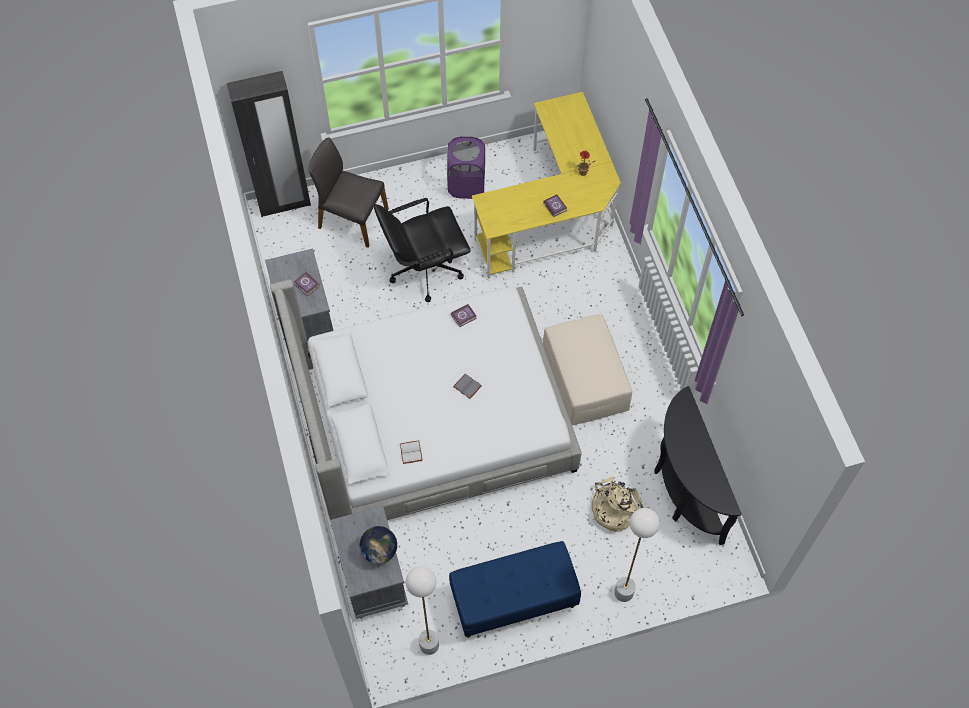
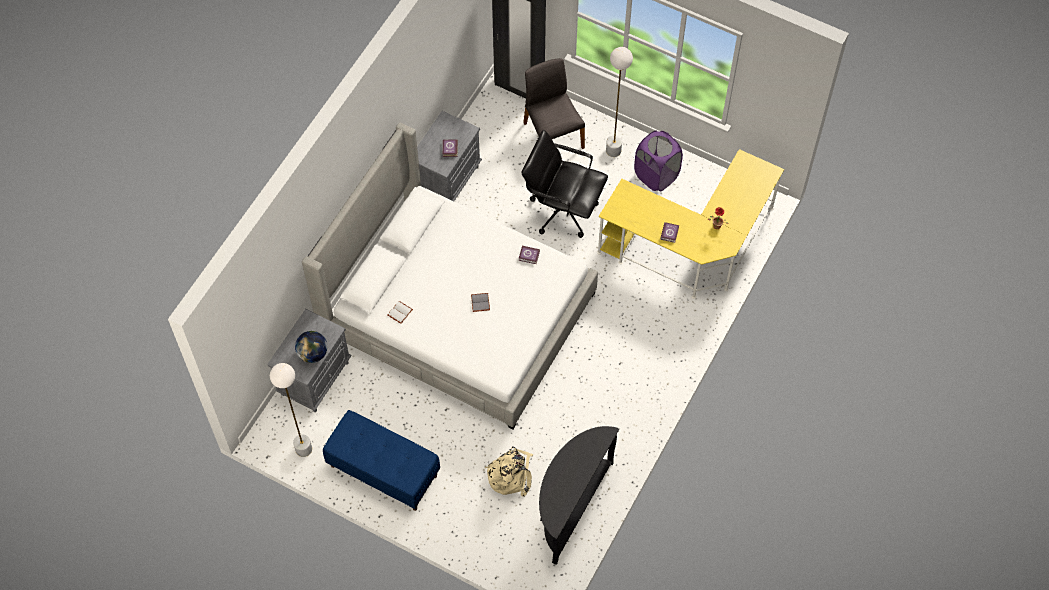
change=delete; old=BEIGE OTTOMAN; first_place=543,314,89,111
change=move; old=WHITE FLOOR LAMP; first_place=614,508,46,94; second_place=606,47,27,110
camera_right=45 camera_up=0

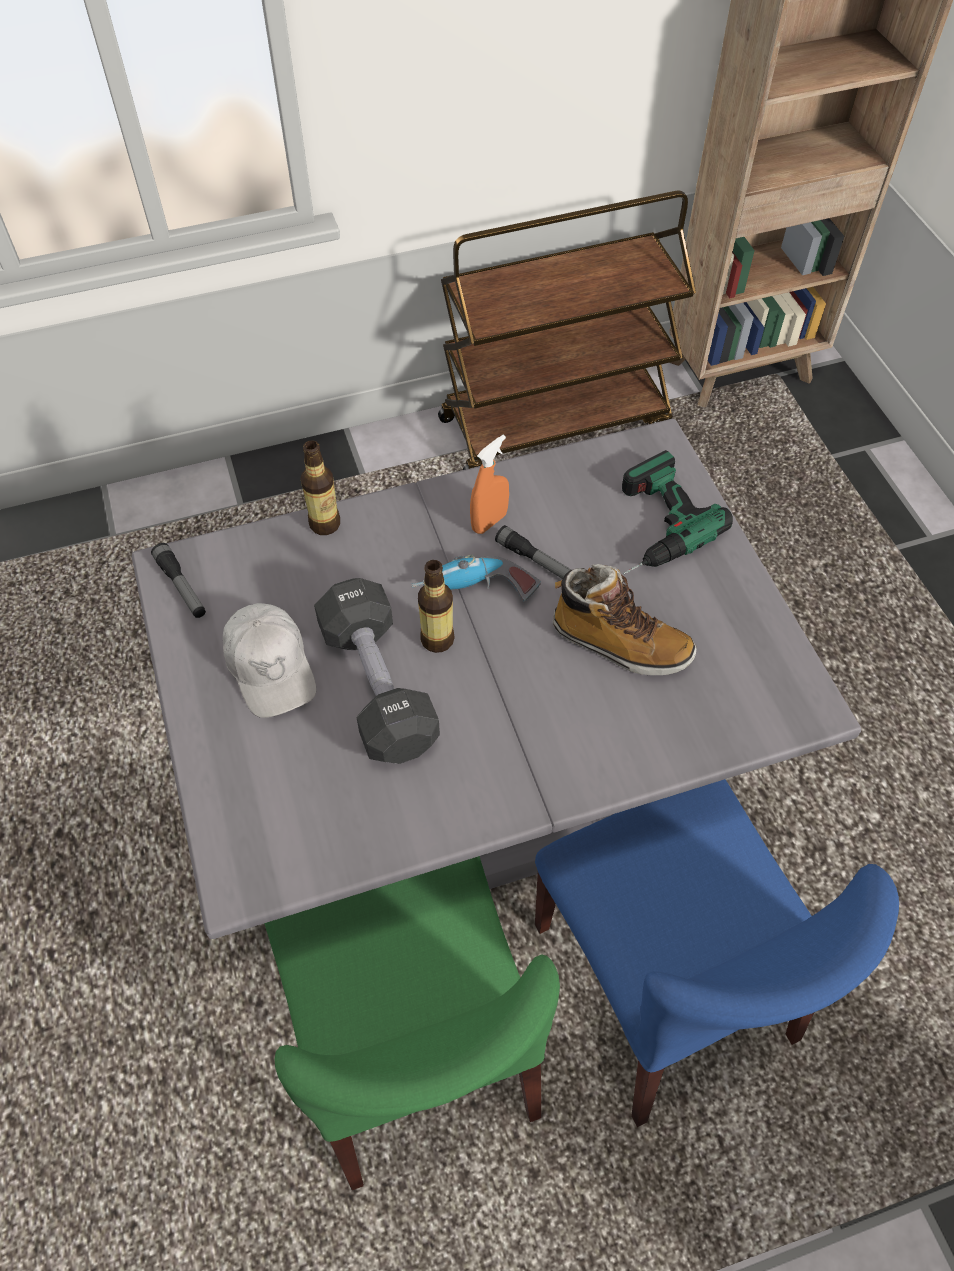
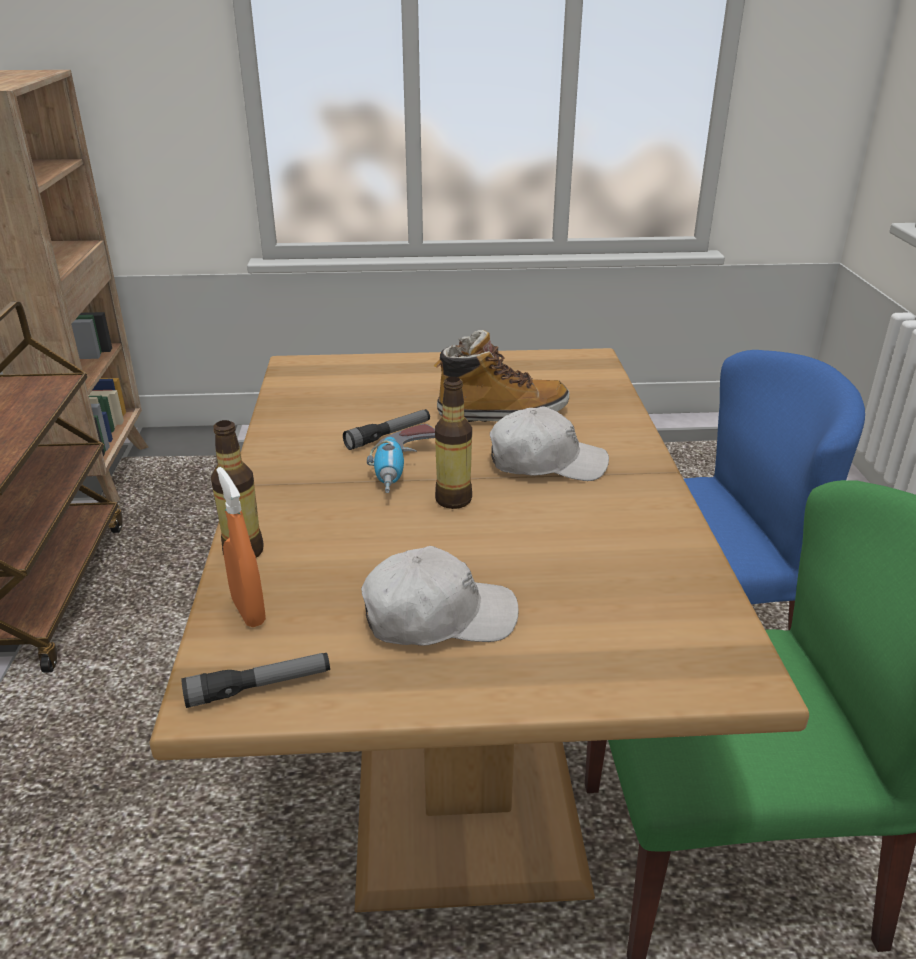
change=delete; old=BLACK DUMBBELL; first_place=314,578,126,186
change=delete; old=POWER DRILL; first_place=622,450,111,124
change=insert; new=WHITE CAP; second_place=490,407,119,74
change=move; old=ORANGE SPRAY BOTTLE; first_place=470,435,39,99; second_place=216,467,50,160
change=recolor; old=GREY DINING TABLE; new=BROWN DINING TABLE; first_place=132,419,729,520; second_place=149,348,660,564
change=rotate; old=BOOT; first_place=553,564,143,111; second_place=434,330,135,92; degrees=45
camera_right=-75 camera_up=-25

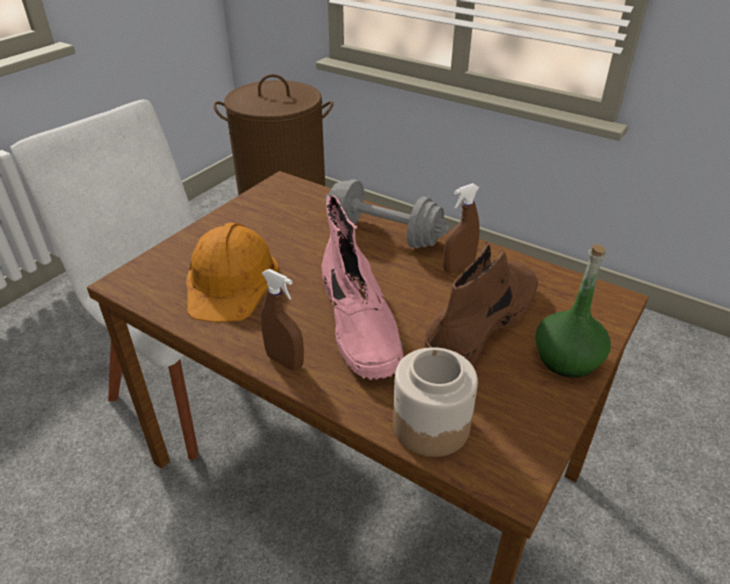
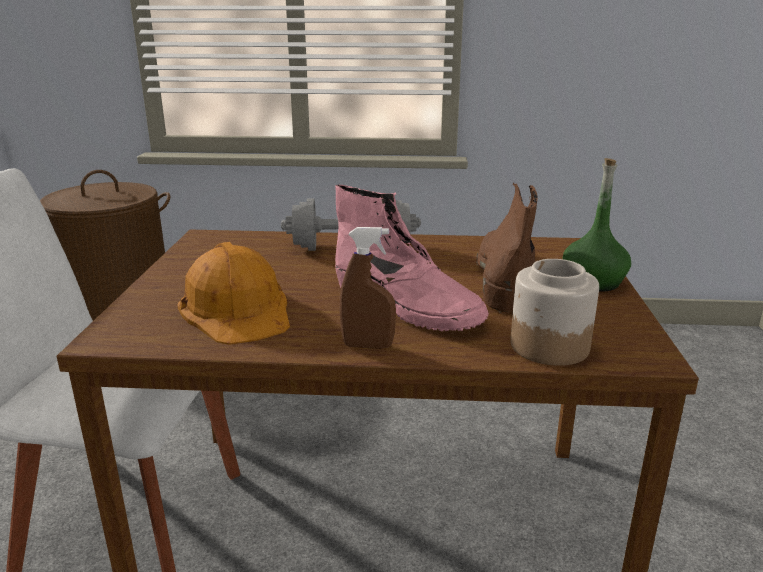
change=delete; old=BROWN SPRAY BOTTLE; first_place=443,183,37,90
camera_right=-30 camera_up=-15

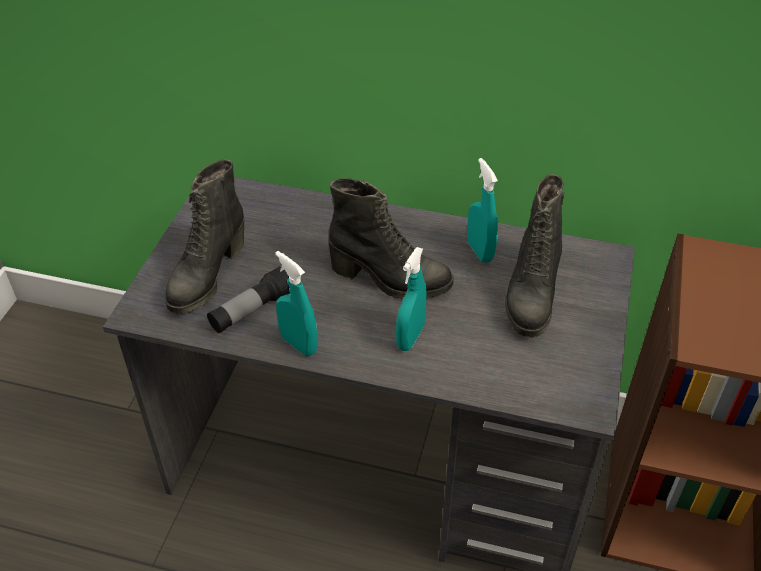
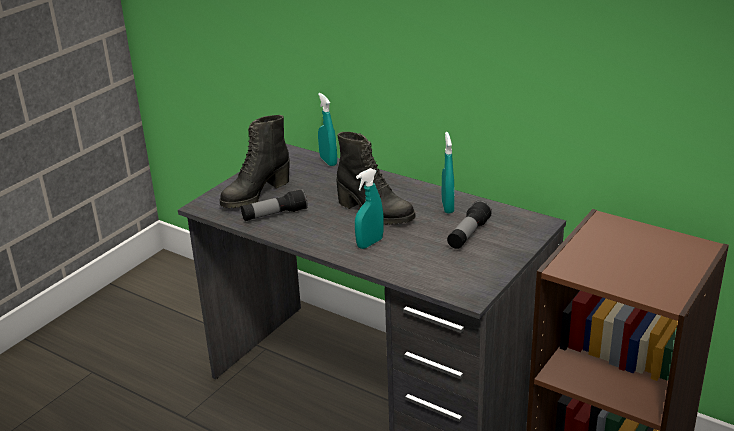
change=move; old=TURQUOISE SPRAY BOTTLE; first_place=275,251,42,105; second_place=318,93,19,73
change=replace; old=BLACK BOOT; new=FLASHLIGHT; first_place=505,174,59,163; second_place=447,200,45,49
camera_right=20 camera_up=-15

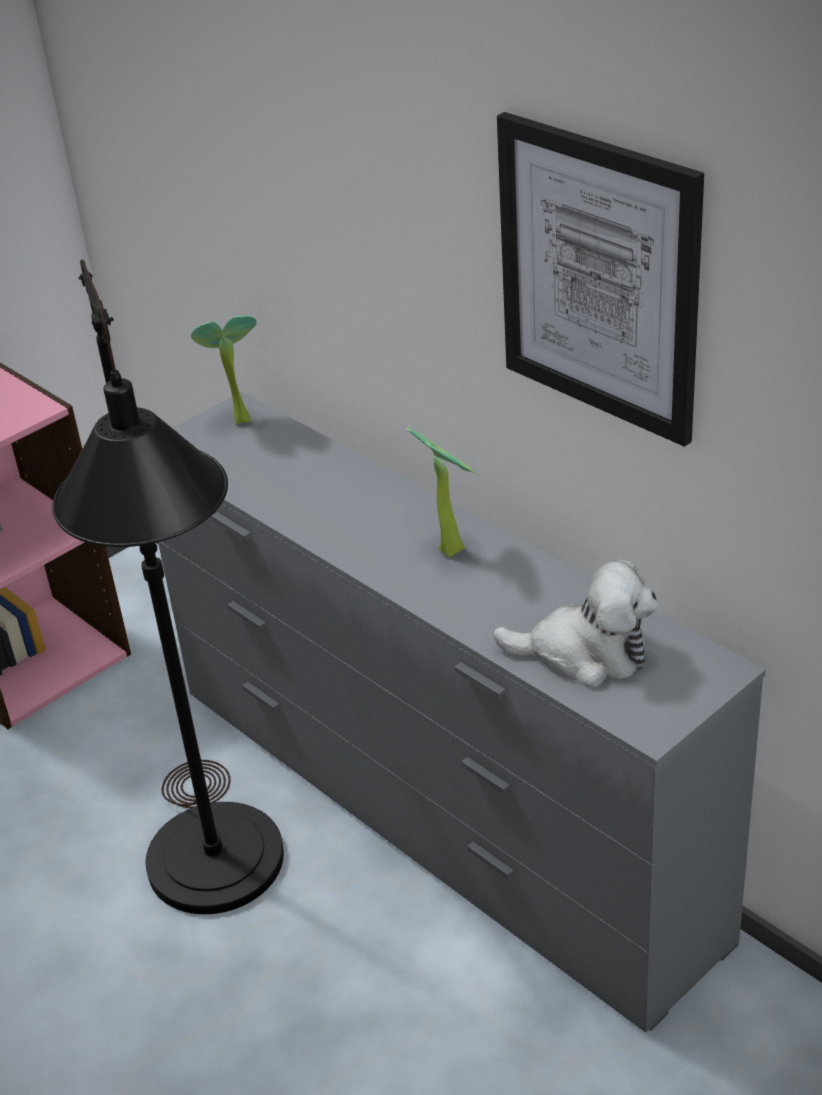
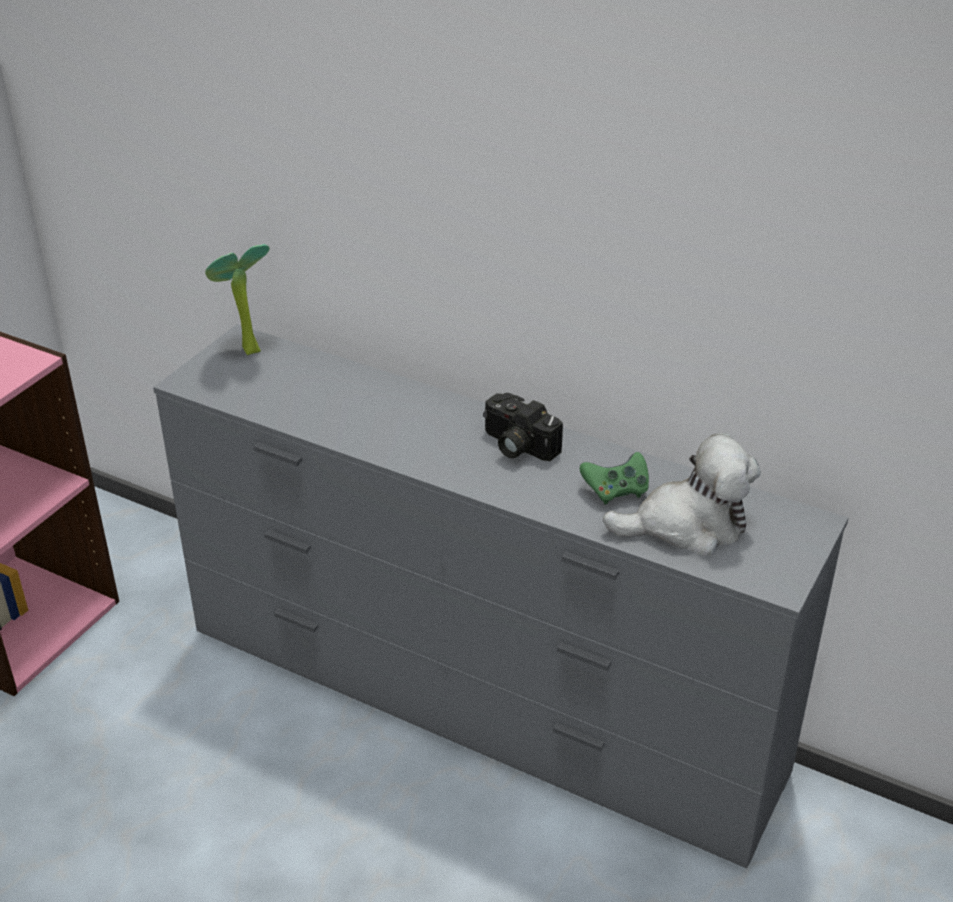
change=delete; old=BLACK FLOOR LAMP; first_place=52,259,232,655
change=delete; old=PICTURE; first_place=497,112,207,335
change=insert; new=GREEN GAME CONTROLLER; second_place=580,452,69,52
change=replace; old=POTTED PLANT; new=PHOTO CAMERA; first_place=407,427,72,130; second_place=483,393,80,68
camera_right=-20 camera_up=0

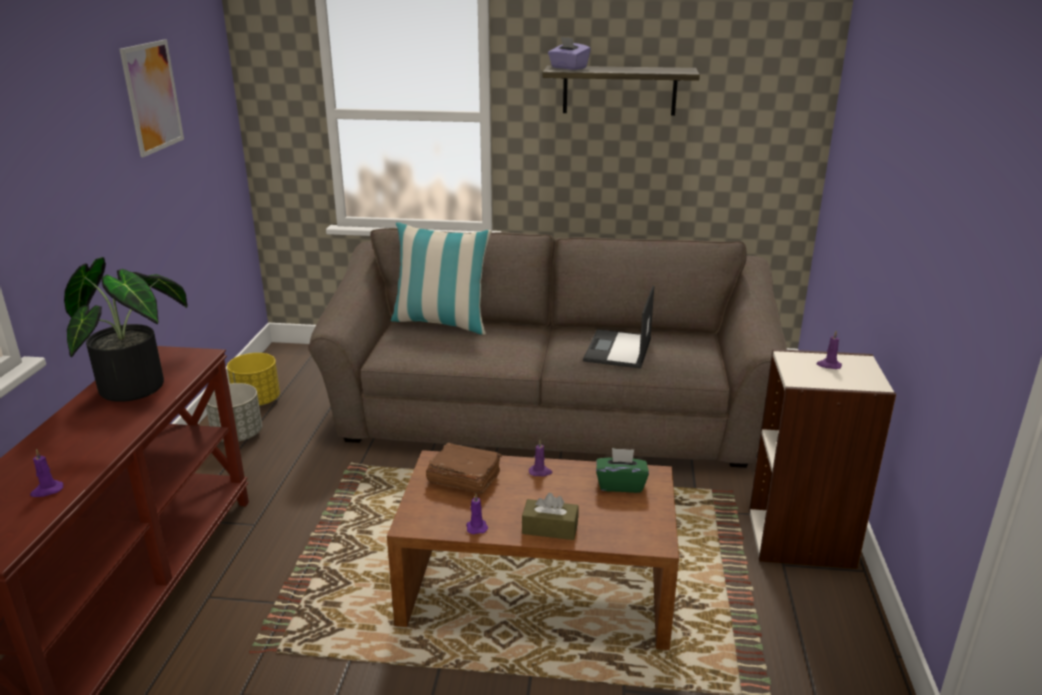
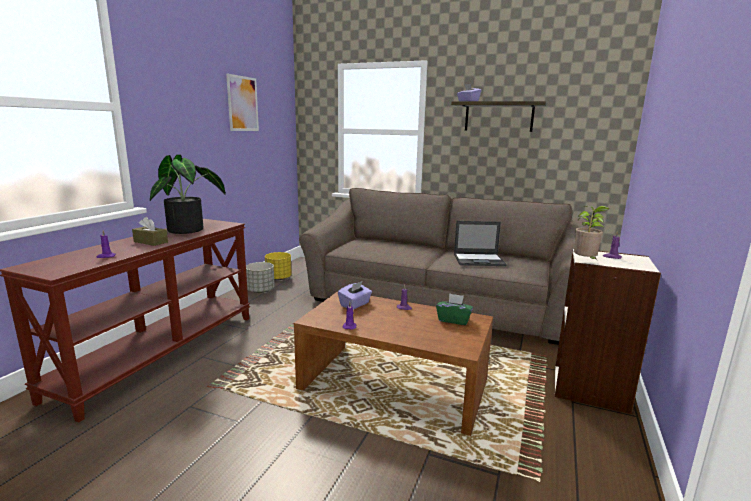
change=delete; old=PILLOW; first_place=391,222,101,113
change=insert; new=POTTED PLANT; second_place=574,206,35,54
change=move; old=BROWN TISSUE BOX; first_place=522,493,57,47; second_place=132,217,36,29
change=replace; old=BROWN BOOK; new=PURPLE TISSUE BOX; first_place=426,443,76,51; second_place=338,281,34,28
change=rotate; old=LAPTOP; first_place=583,285,71,84; second_place=454,221,53,45; degrees=-120
camera_right=15 camera_up=-10

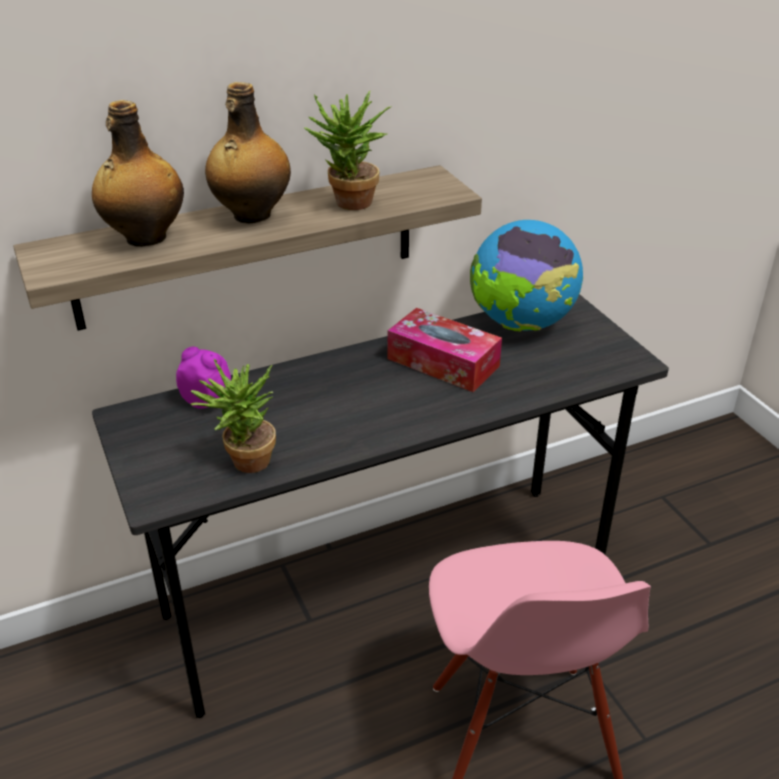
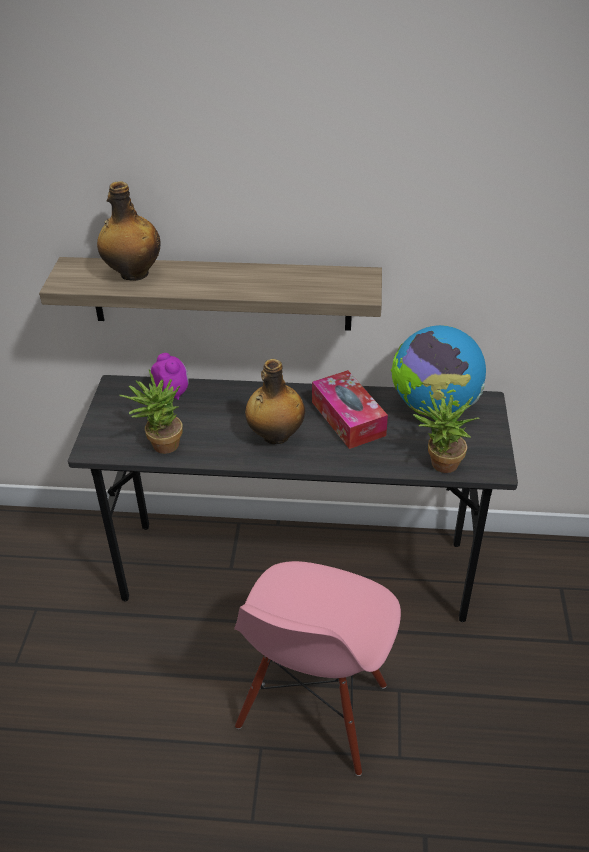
change=move; old=BOTTLE; first_place=205,82,86,141; second_place=245,359,60,85
change=move; old=POTTED PLANT; first_place=304,91,87,119; second_place=413,391,67,82
camera_right=30 camera_up=5

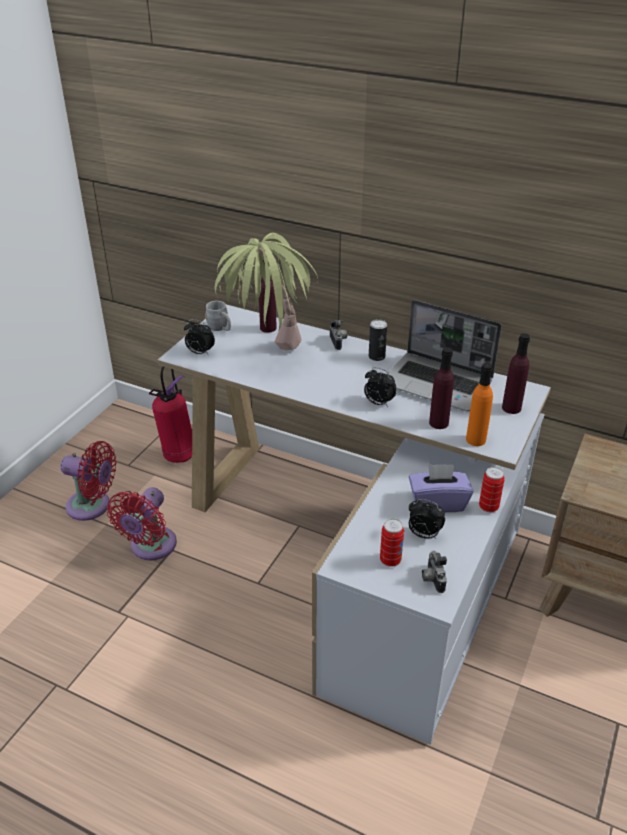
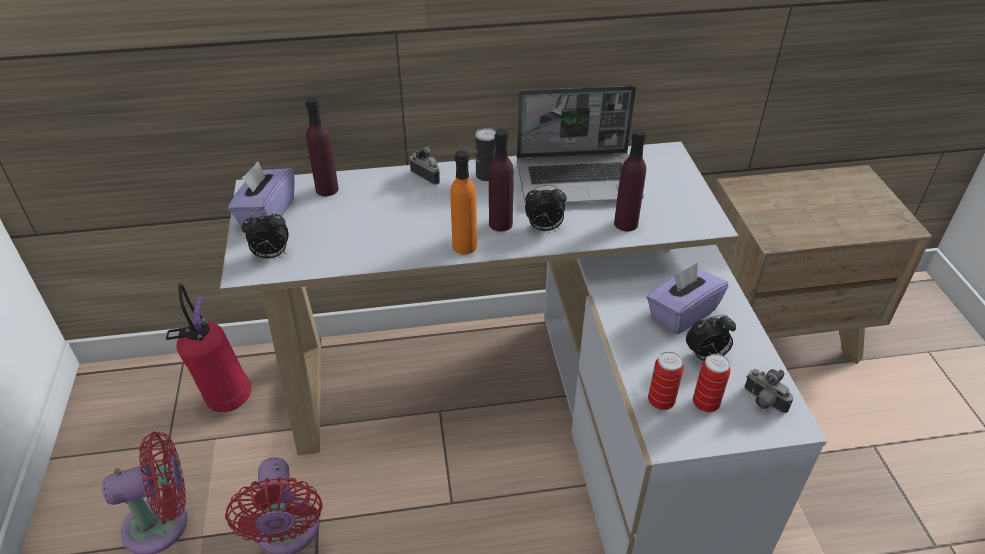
change=delete; old=POTTED PLANT; first_place=215,233,103,117
change=move; old=ORANGE BOTTLE; first_place=466,363,27,83; second_place=450,150,27,104
change=move; old=CAN; first_place=479,467,26,45; second_place=648,352,36,58
change=move; old=PURPLE BOTTLE; first_place=502,333,28,81; second_place=489,129,25,102
change=replace; old=GREY MUG; new=PURPLE TISSUE BOX; first_place=205,301,26,30; second_place=228,161,67,65
camera_right=-35 camera_up=5

